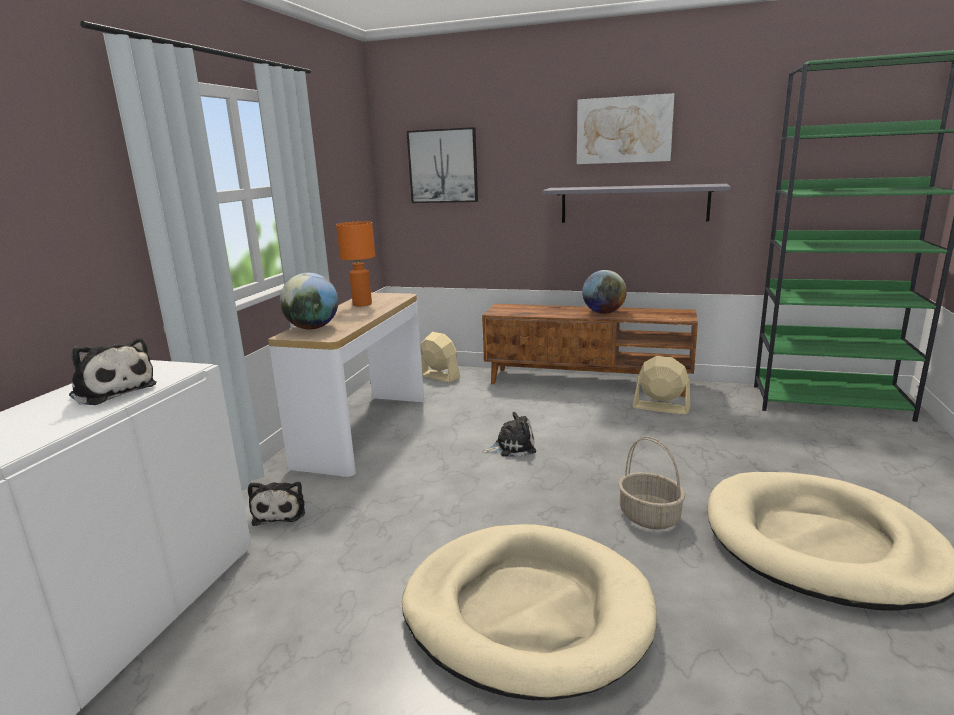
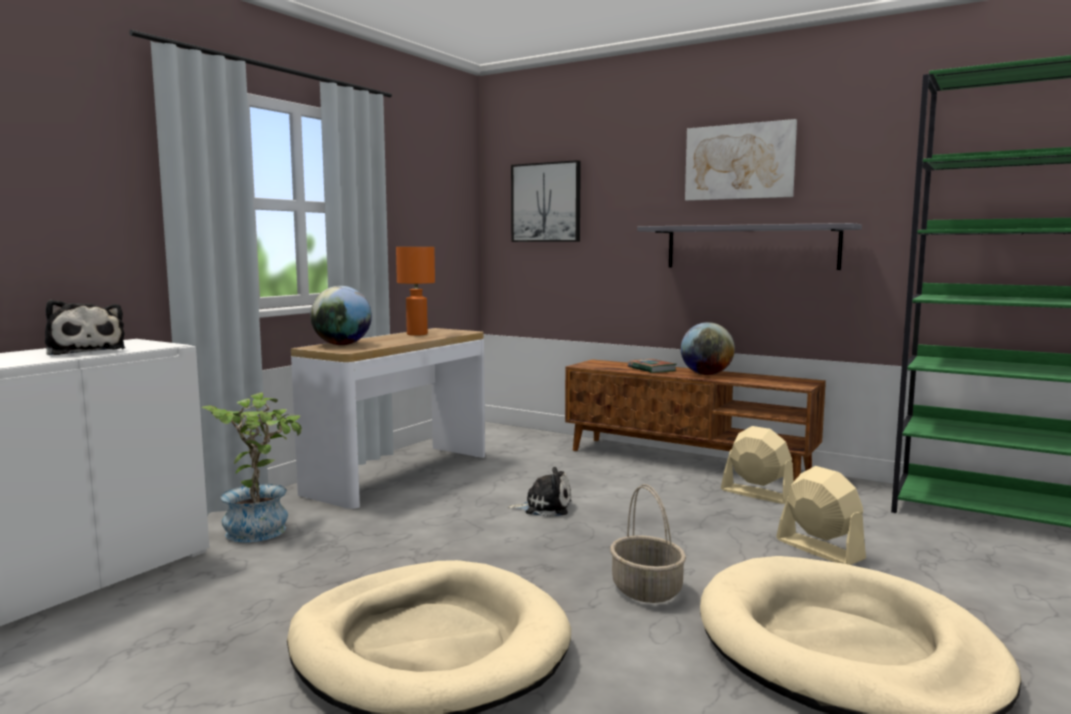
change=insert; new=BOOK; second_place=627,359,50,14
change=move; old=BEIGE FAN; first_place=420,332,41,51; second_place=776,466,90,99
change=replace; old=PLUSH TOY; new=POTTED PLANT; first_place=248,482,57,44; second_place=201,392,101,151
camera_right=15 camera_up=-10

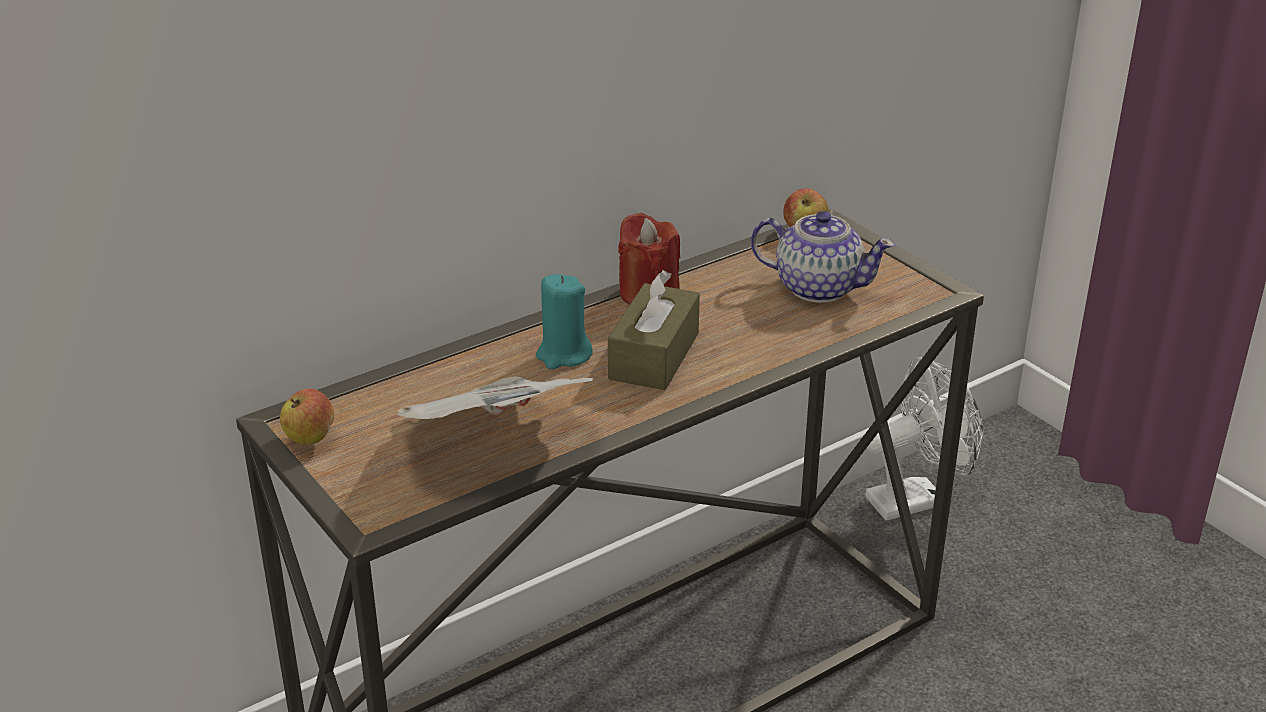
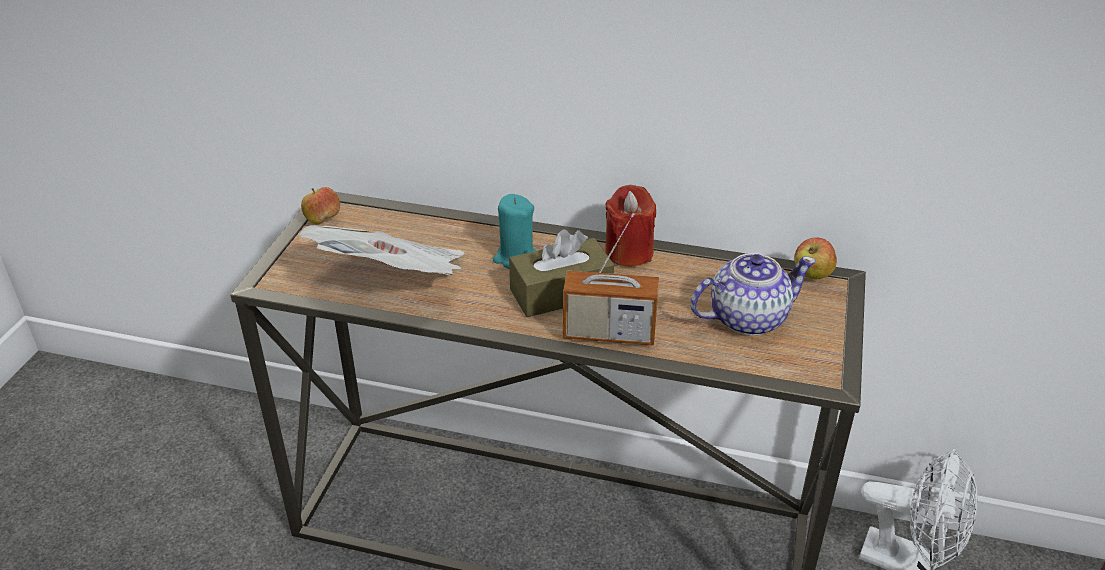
change=insert; new=RADIO; second_place=563,213,96,132
change=rotate; old=TEAPOT; first_place=751,211,144,92; second_place=690,253,126,83; degrees=-90
camera_right=50 camera_up=5

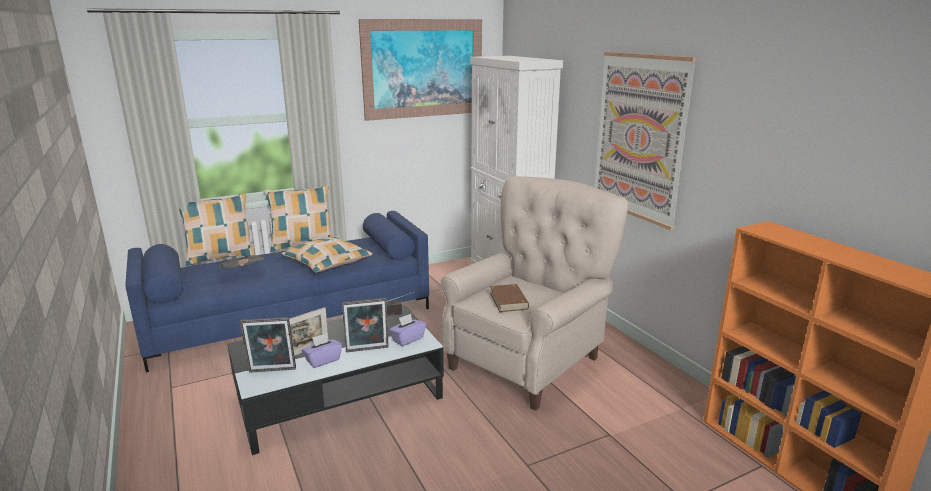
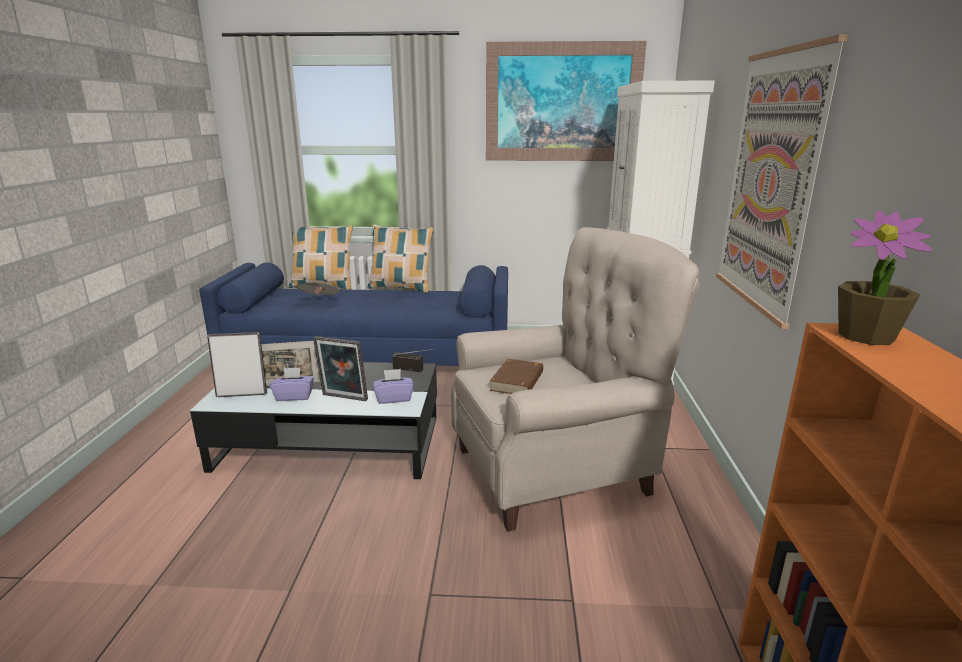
change=delete; old=PILLOW; first_place=282,237,91,36
change=insert; new=POTTED PLANT; second_place=838,211,95,134
change=rotate; old=PICTURE FRAME; first_place=240,317,56,56; second_place=207,332,60,65; degrees=150
camera_right=30 camera_up=0

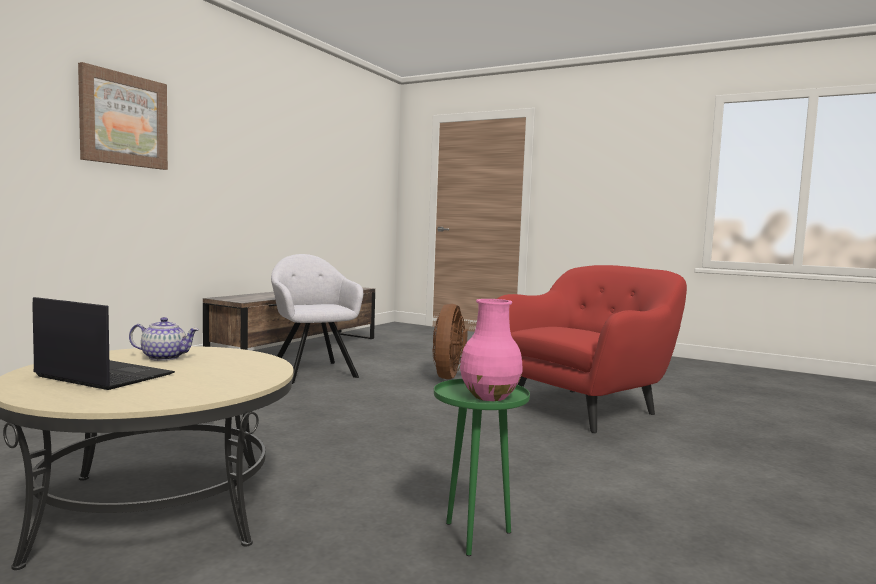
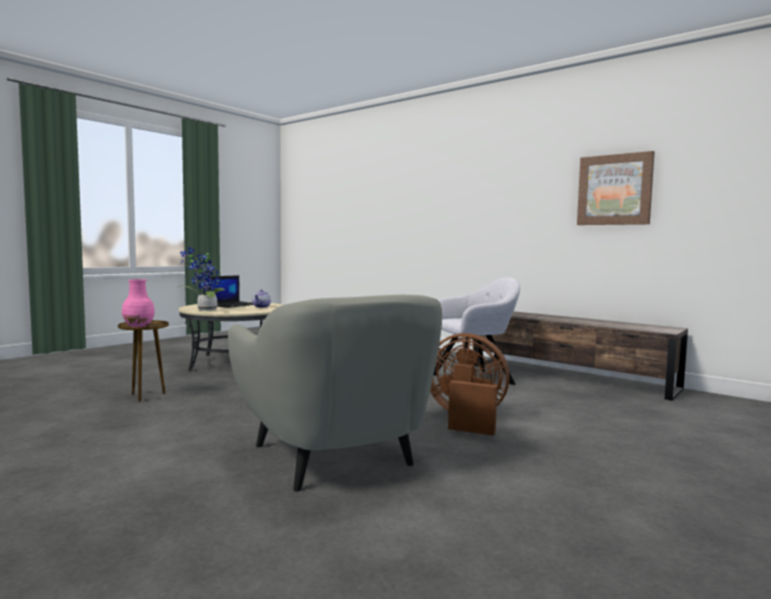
change=insert; new=POTTED PLANT; second_place=178,247,47,64
change=move; old=PICTURE; first_place=78,62,90,108; second_place=577,151,77,74
change=recolor; old=GREEN SIDE TABLE; new=BROWN SIDE TABLE; first_place=434,379,96,177; second_place=118,320,51,82
change=recolor; old=RED ARMCHAIR; new=GREY ARMCHAIR; first_place=497,265,190,168; second_place=228,295,214,197
camera_right=100 camera_up=0

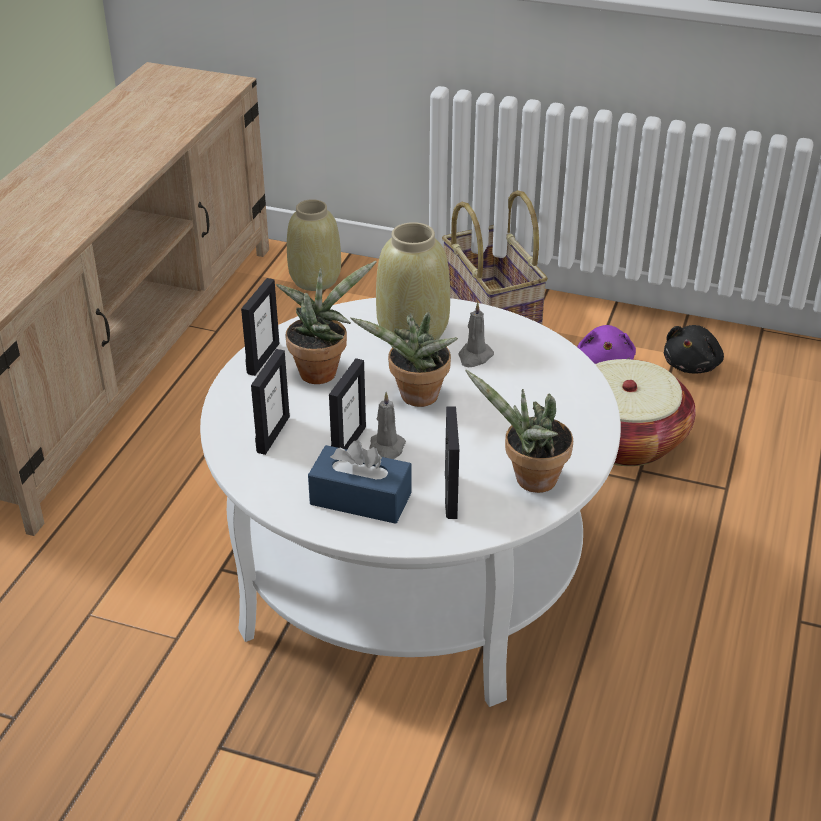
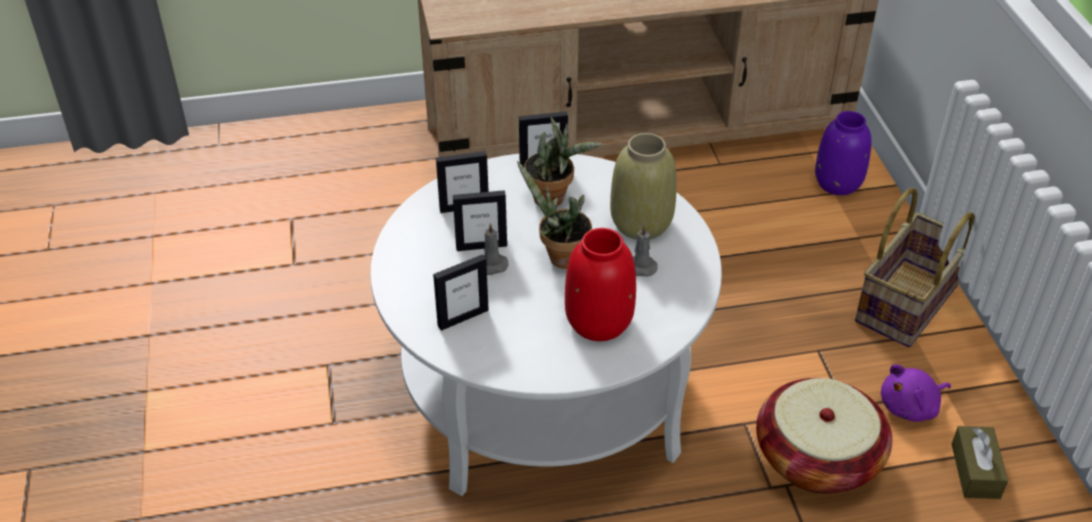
change=delete; old=BLUE TISSUE BOX; first_place=308,440,104,84
change=delete; old=POTTED PLANT; first_place=465,369,108,124
change=insert; new=RED VASE; second_place=565,228,71,113
change=replace; old=BLACK PLUSH TOY; new=BROWN TISSUE BOX; first_place=664,325,60,48; second_place=952,426,56,73
change=recolor; old=BEIGE VASE; new=PURPLE VASE; first_place=287,199,54,92; second_place=815,111,56,84
camera_right=60 camera_up=5

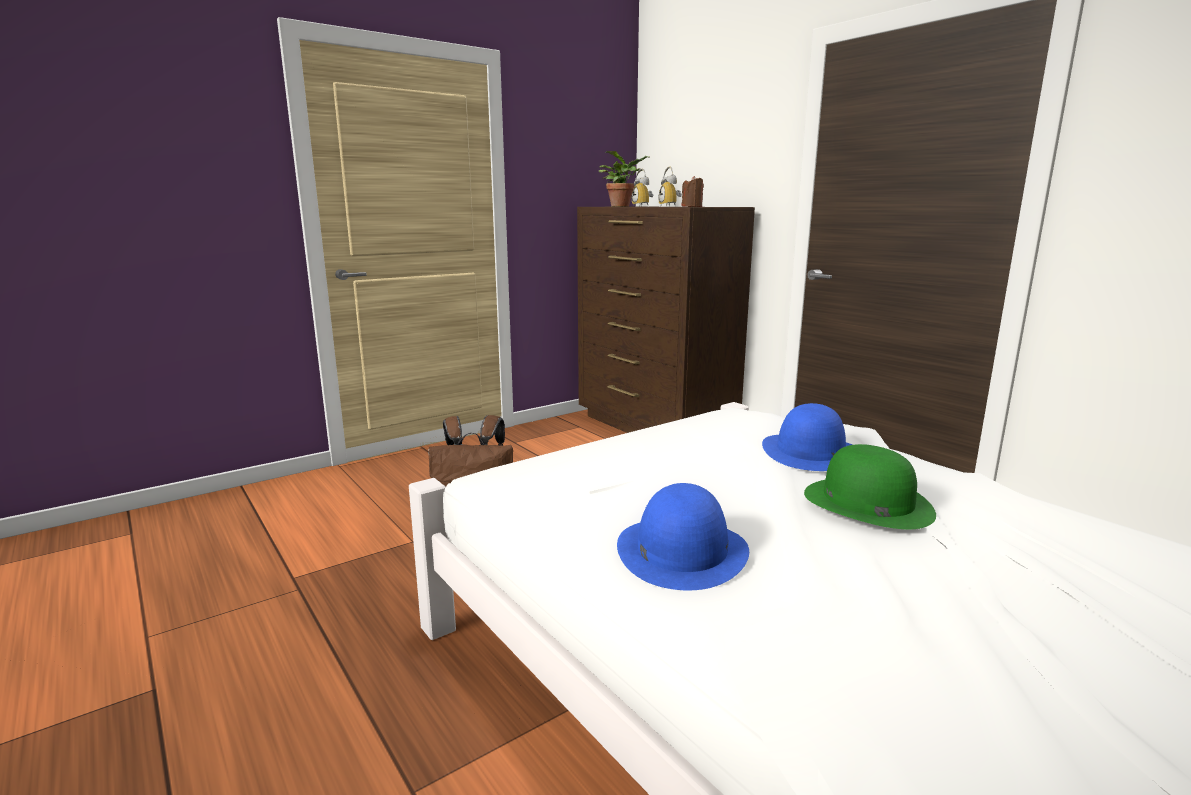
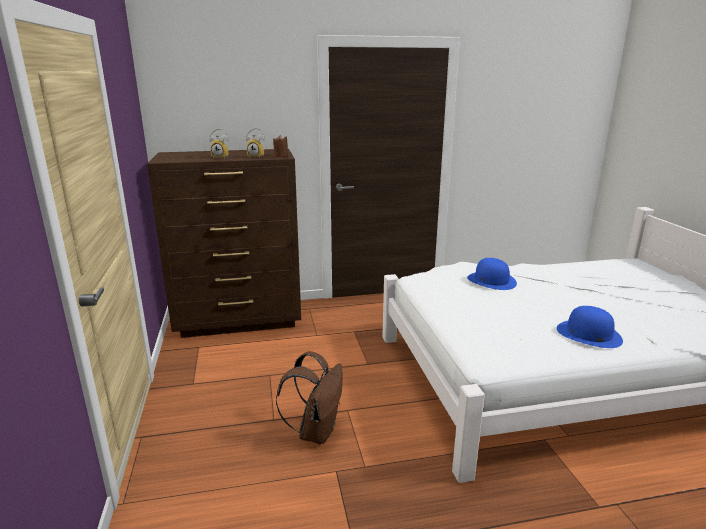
change=delete; old=POTTED PLANT; first_place=599,151,52,55
change=delete; old=GREEN HAT; first_place=804,444,132,85
camera_right=-65 camera_up=5

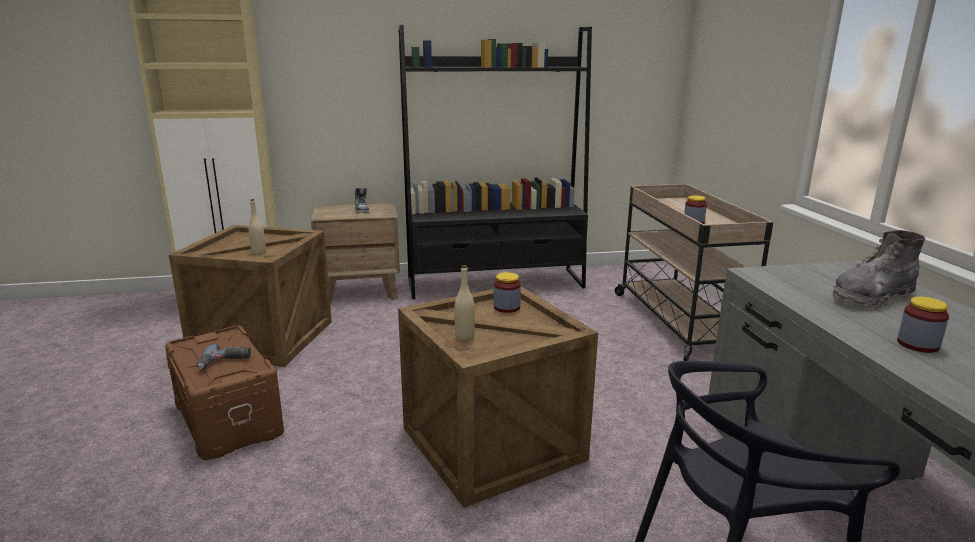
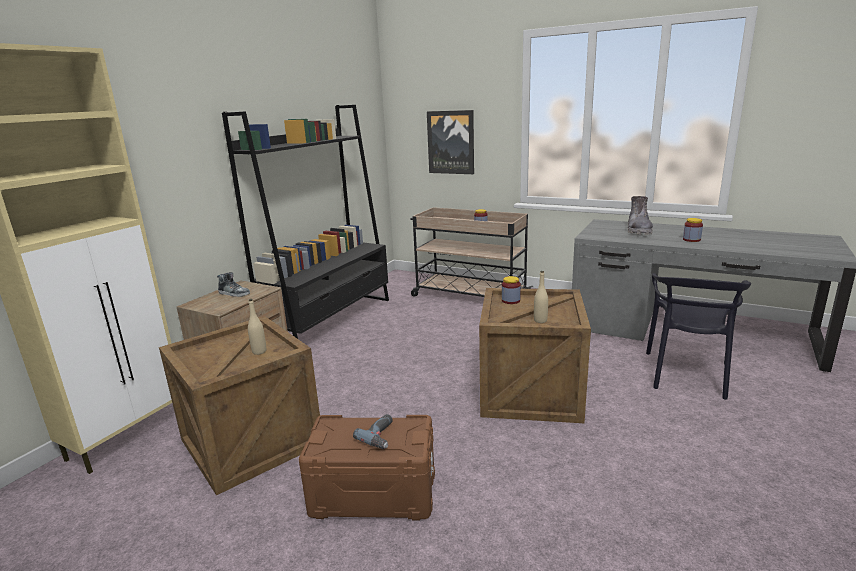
change=insert; new=PICTURE; second_place=427,110,47,64
camera_right=-50 camera_up=0

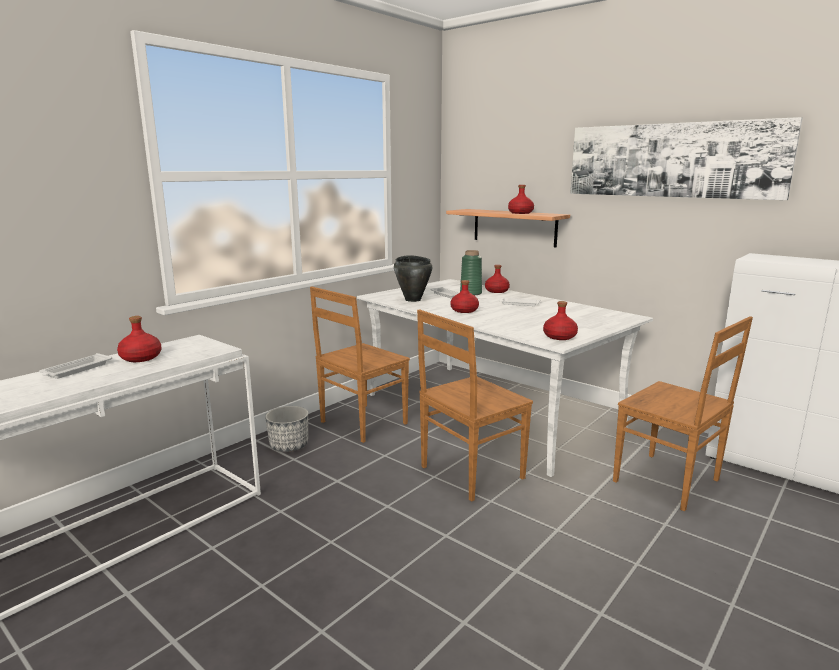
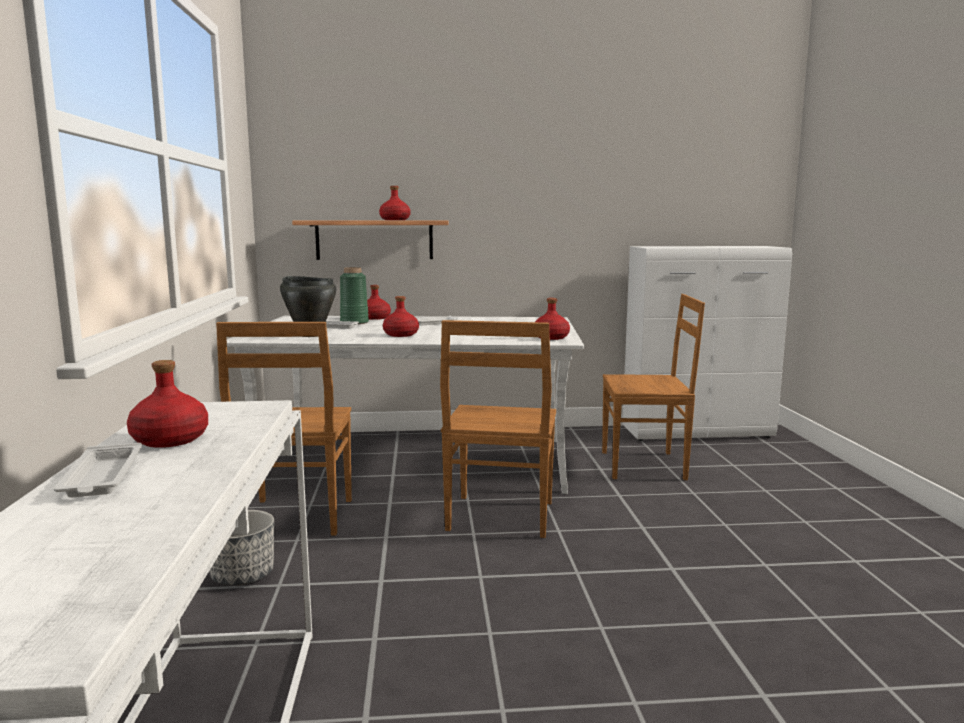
change=delete; old=PICTURE; first_place=570,117,233,83
camera_right=-45 camera_up=-5

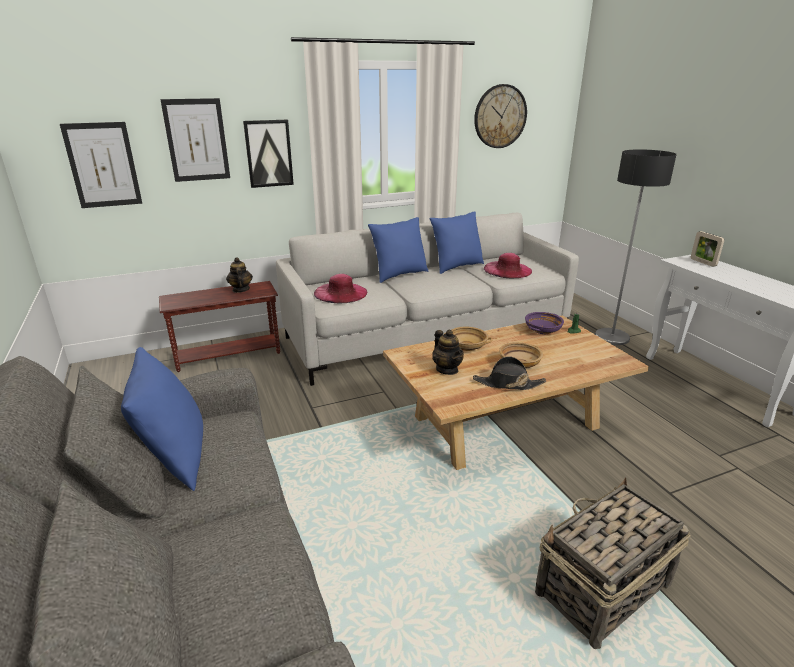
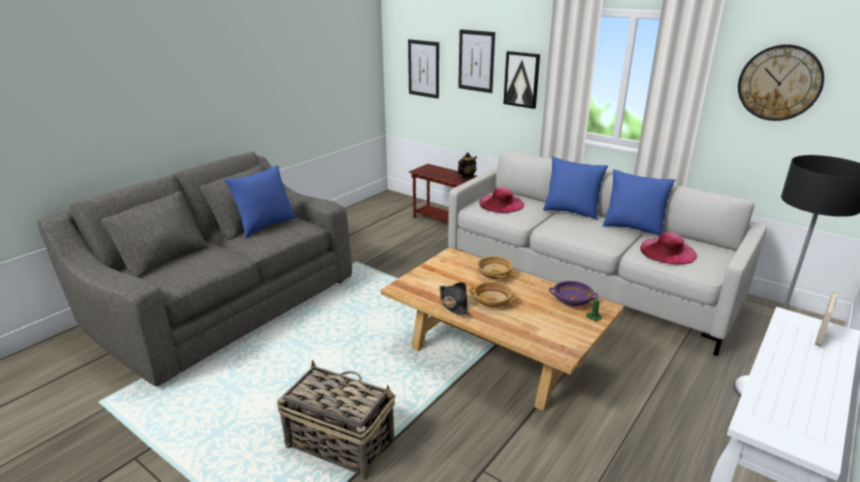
change=delete; old=TEAPOT; first_place=432,330,32,45
camera_right=60 camera_up=0

